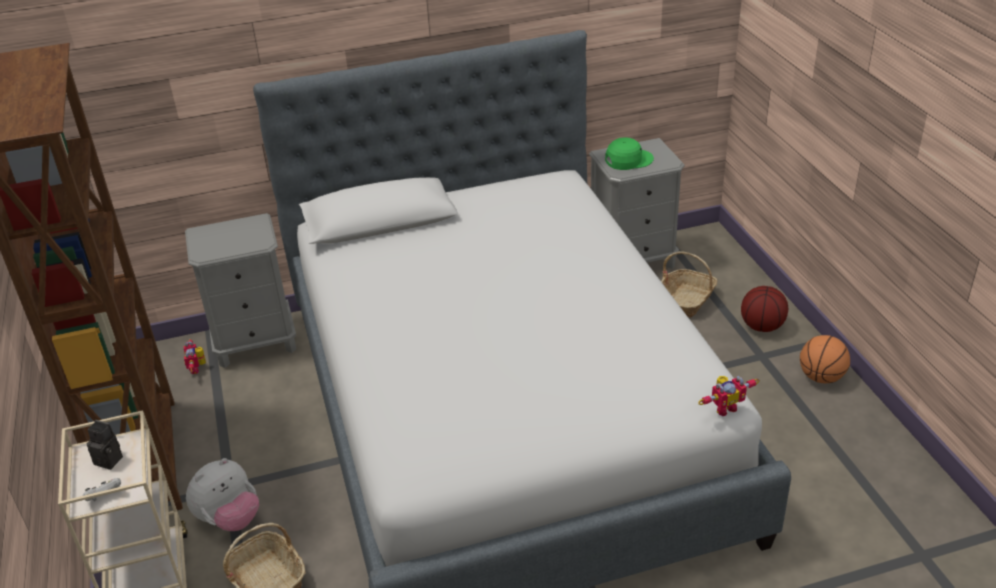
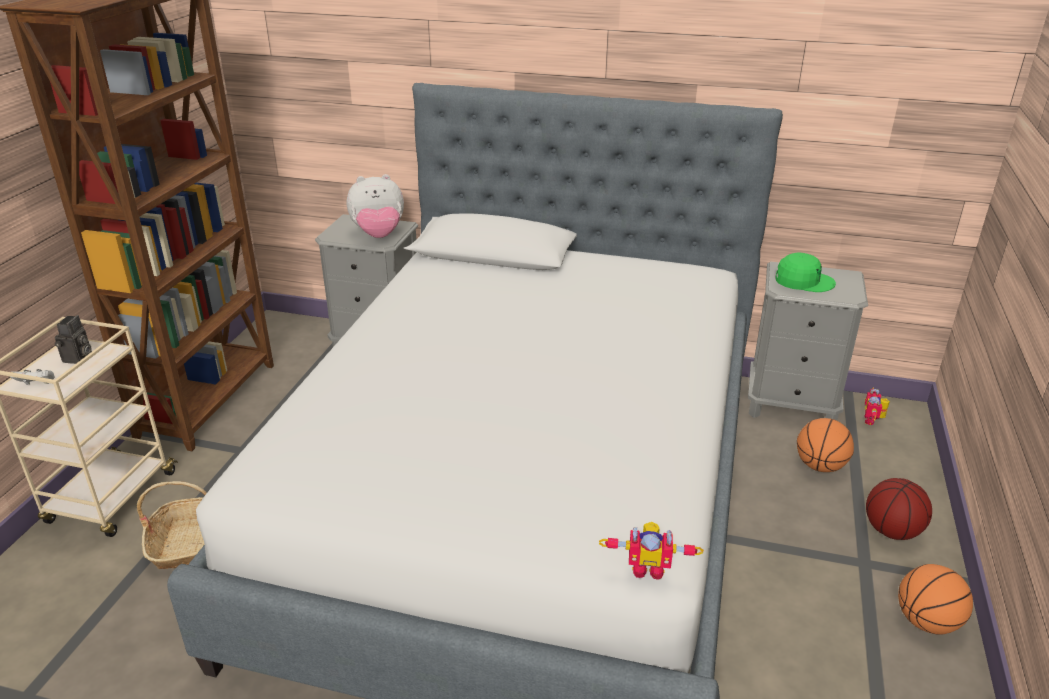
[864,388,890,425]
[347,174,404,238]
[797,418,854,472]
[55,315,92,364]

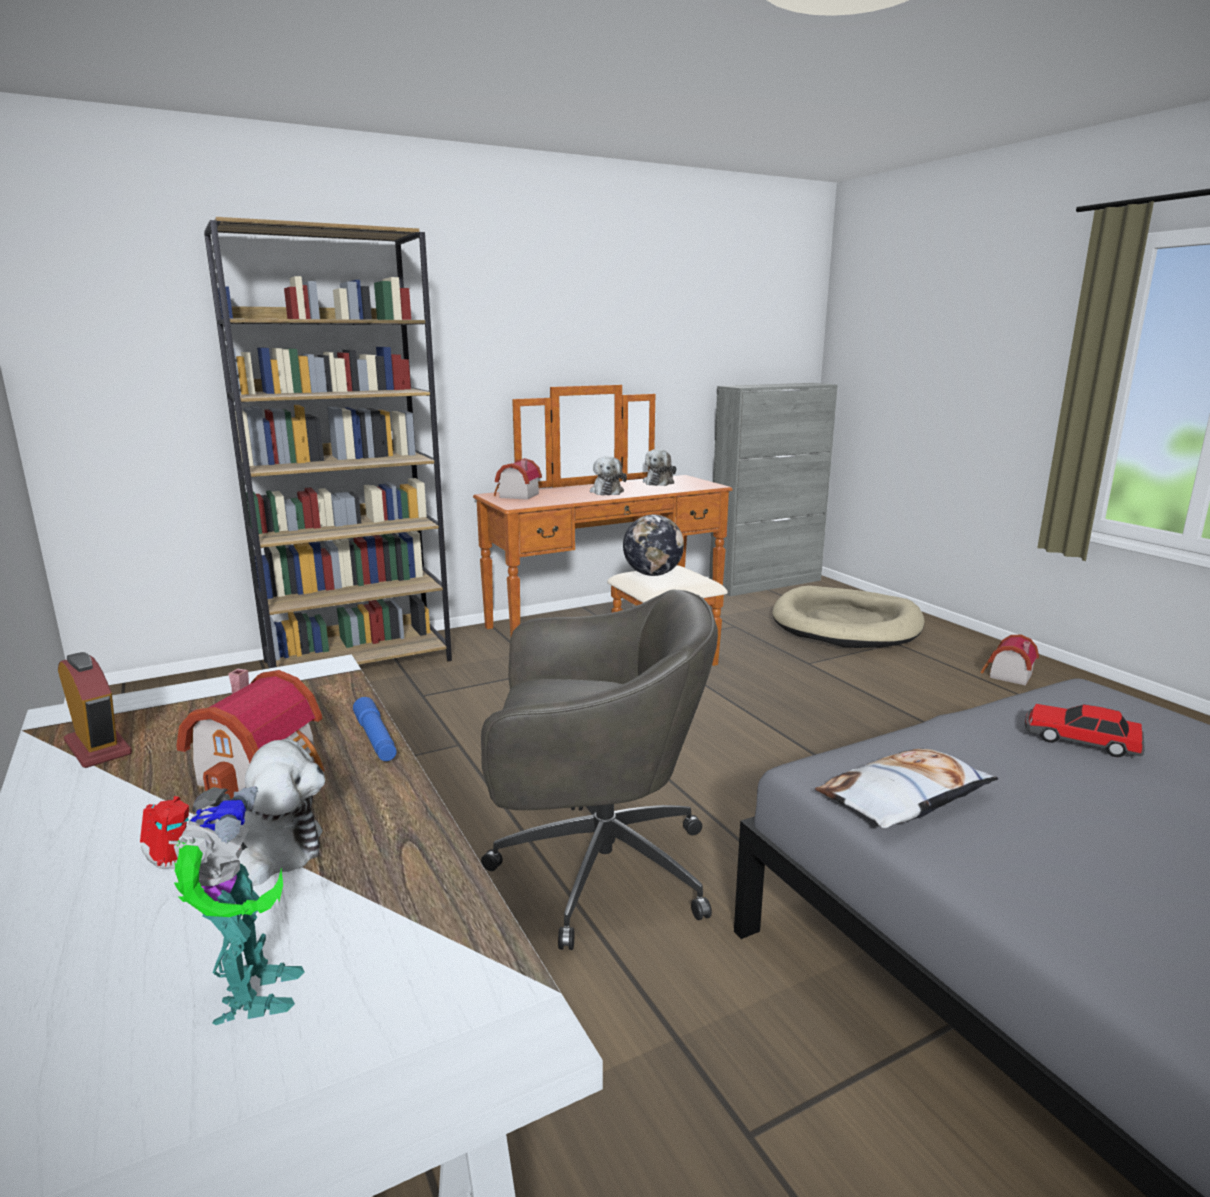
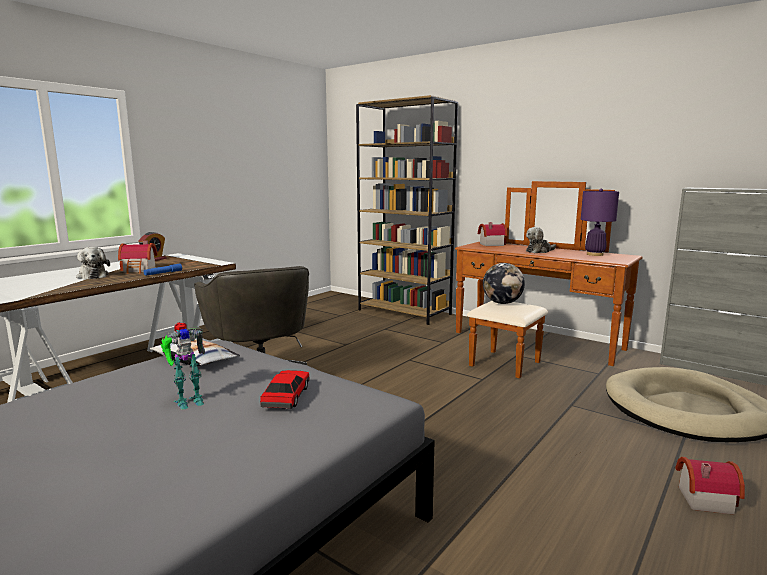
[160,322,205,409]
[581,188,619,256]

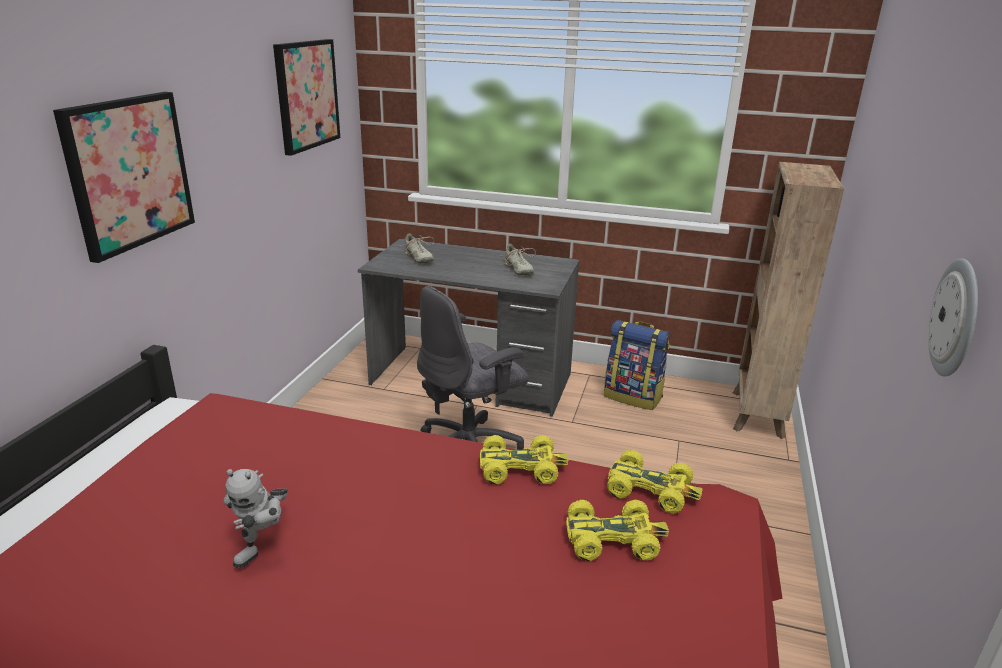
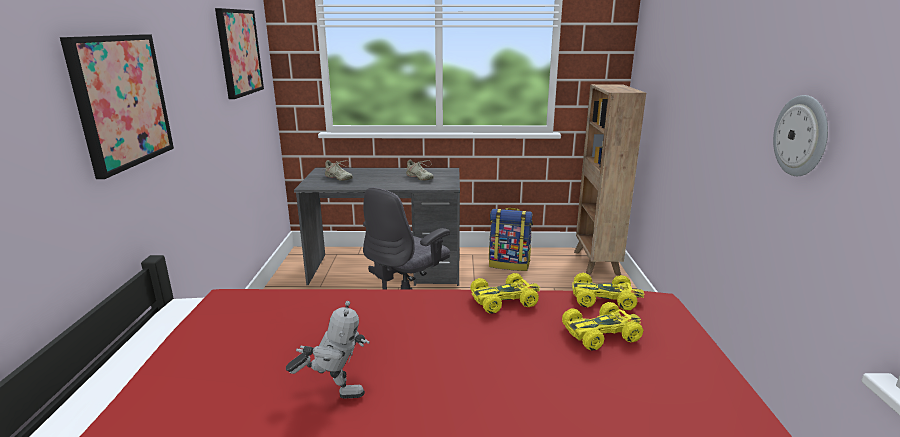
[286,301,370,398]

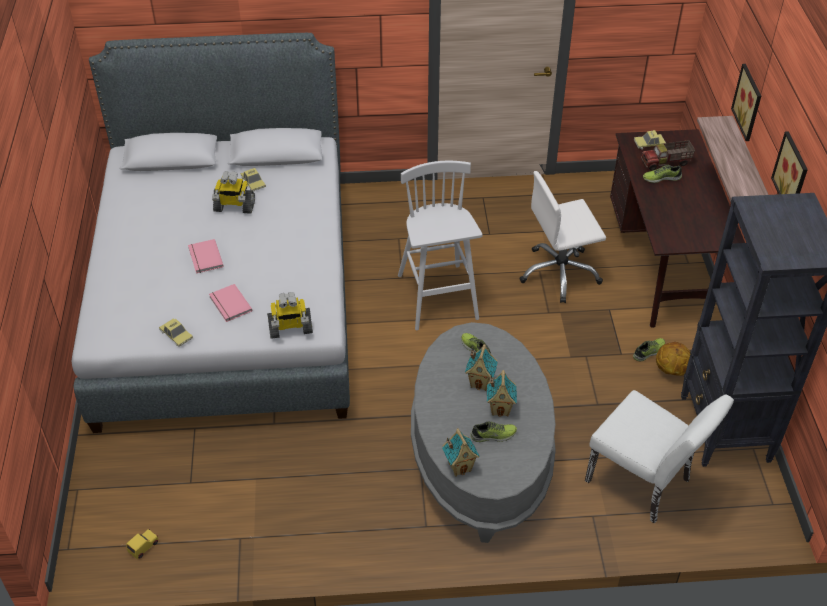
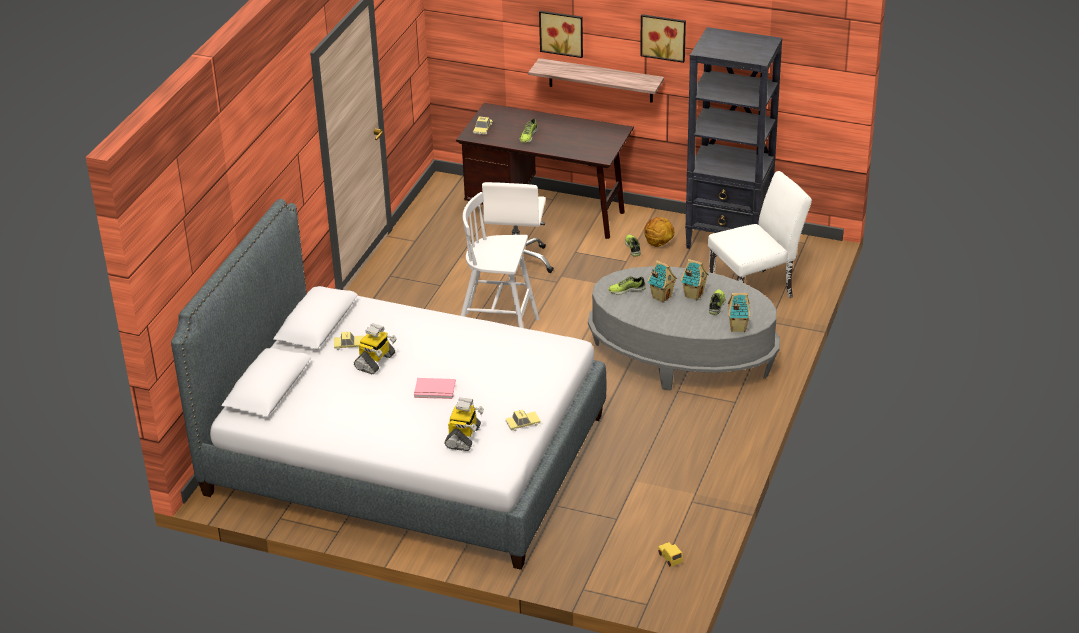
[209,284,252,322] (first image)
[641,140,695,171] (first image)
[444,397,484,451]

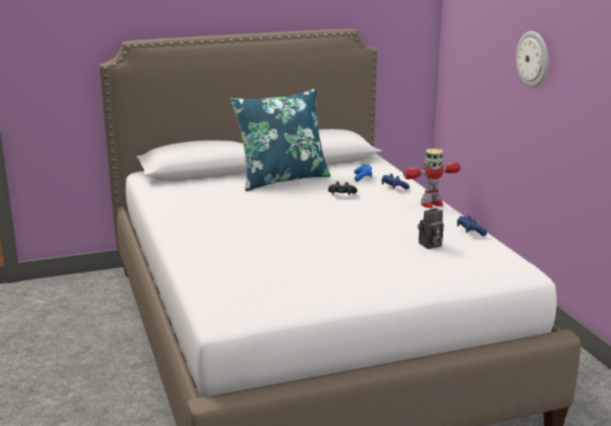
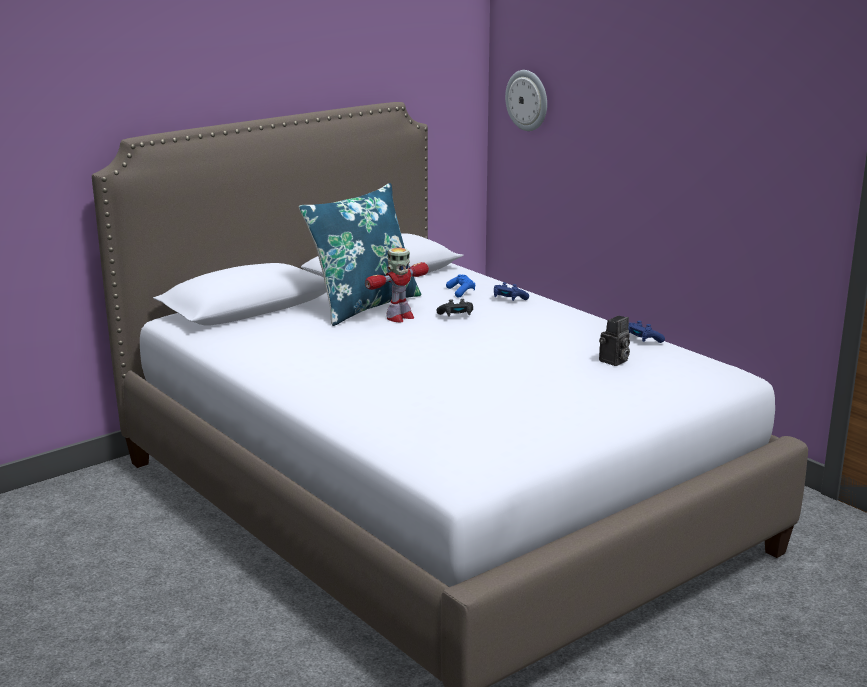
[365,248,429,322]
[505,70,547,131]

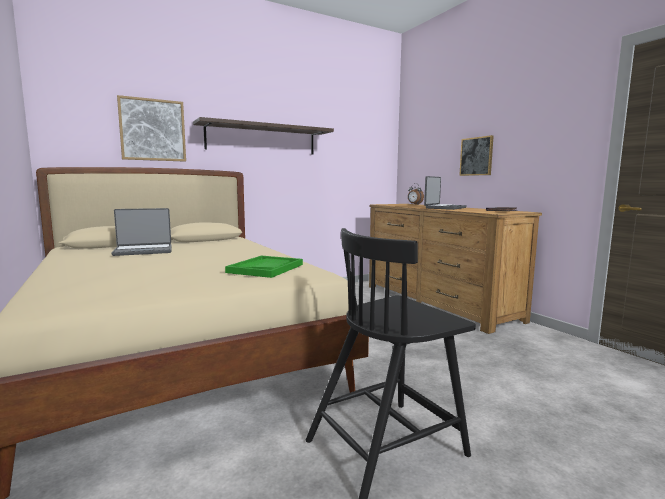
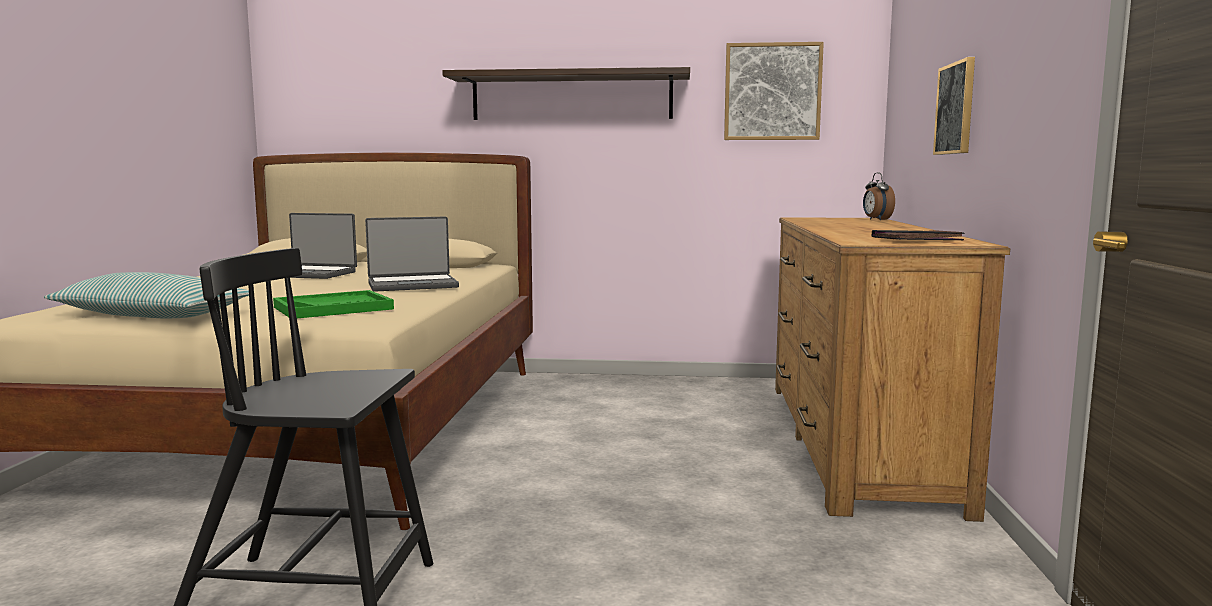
[44,272,249,318]
[724,42,824,140]
[365,217,459,292]

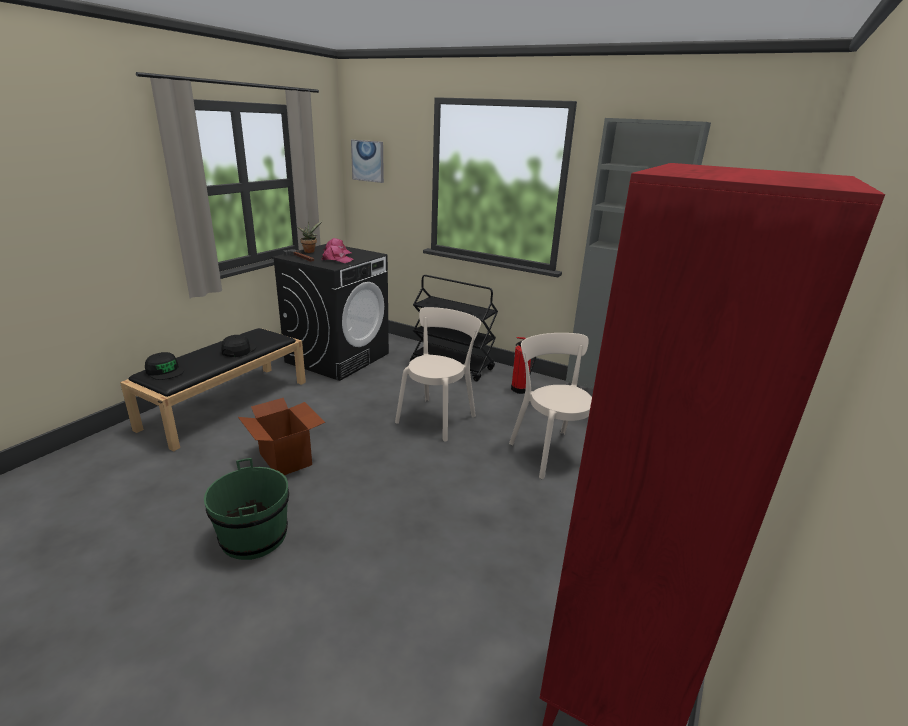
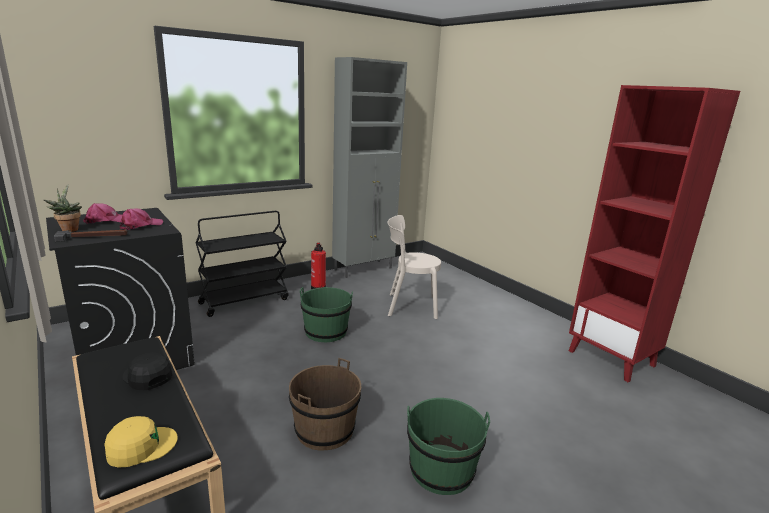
[351,140,384,183] (first image)
[289,358,361,451]
[300,287,353,342]
[104,416,178,468]

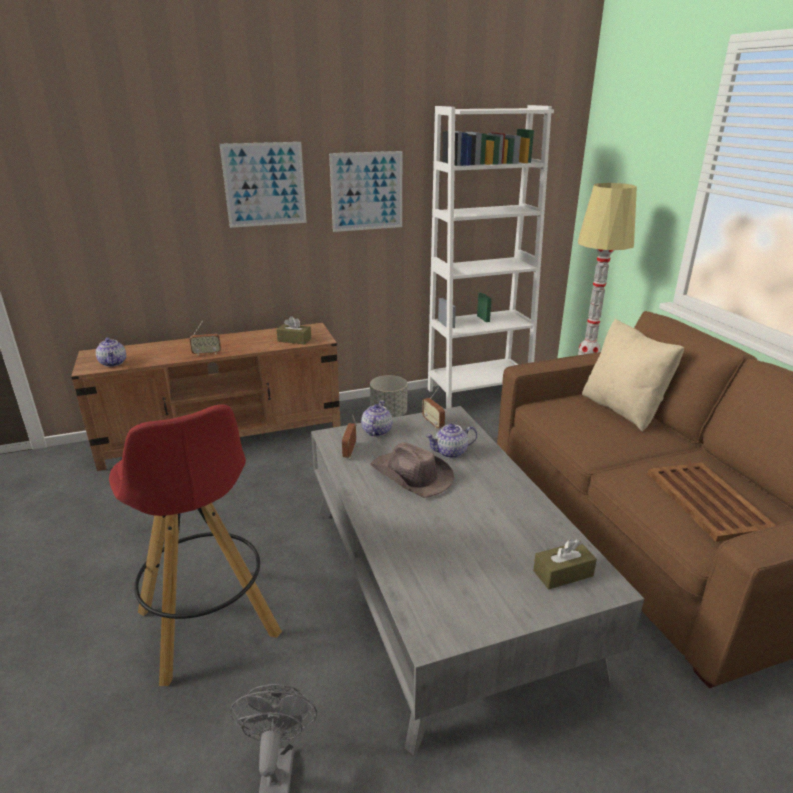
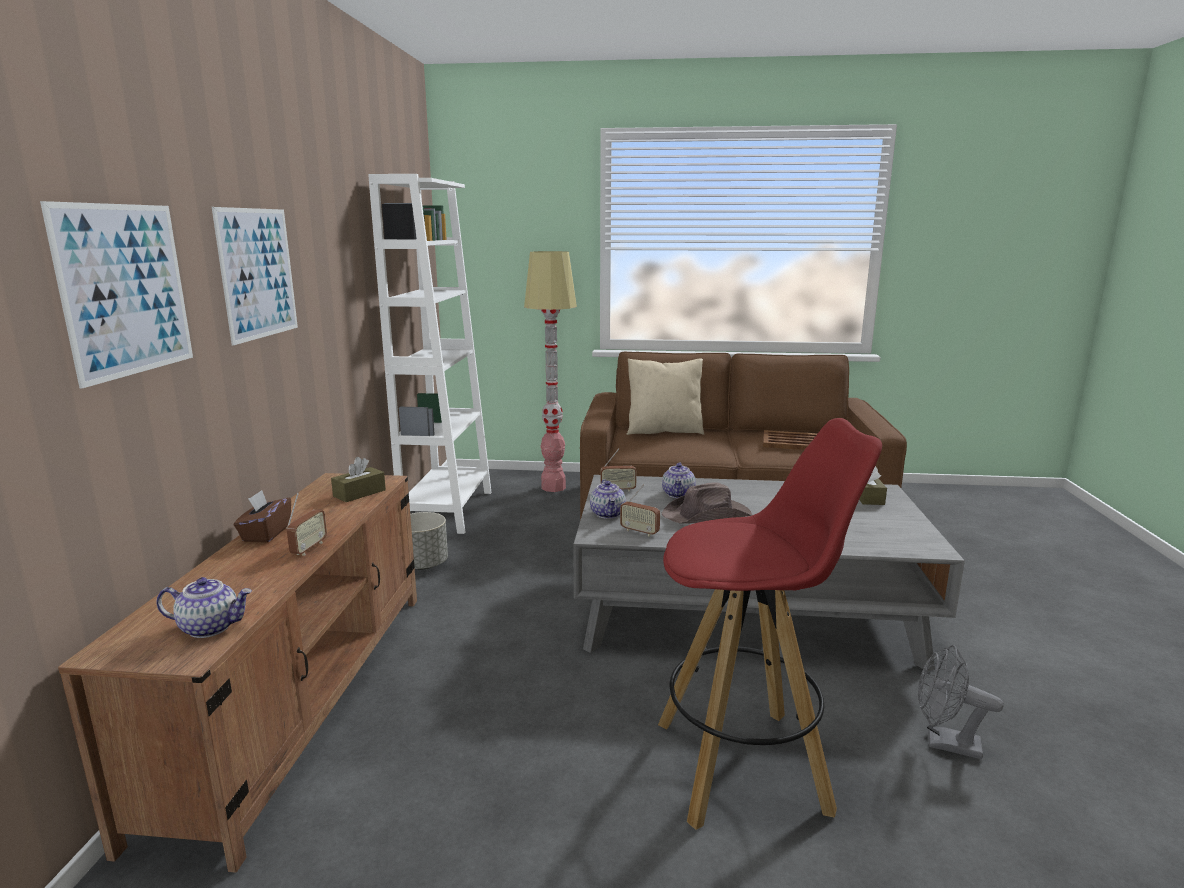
[234,490,291,543]
[40,201,193,389]
[590,479,626,519]

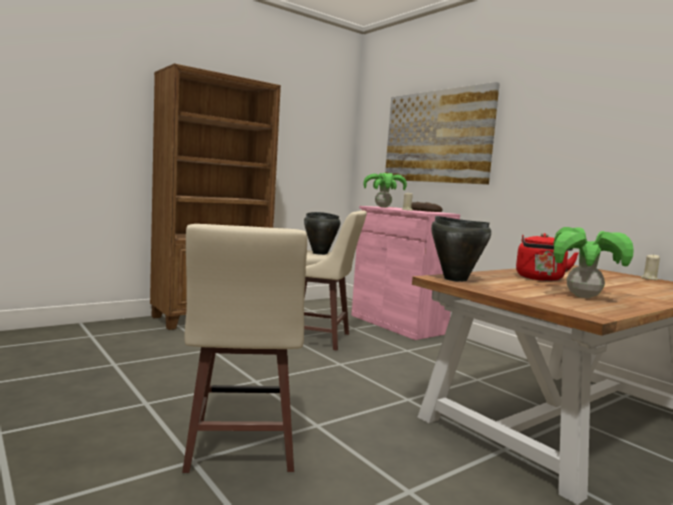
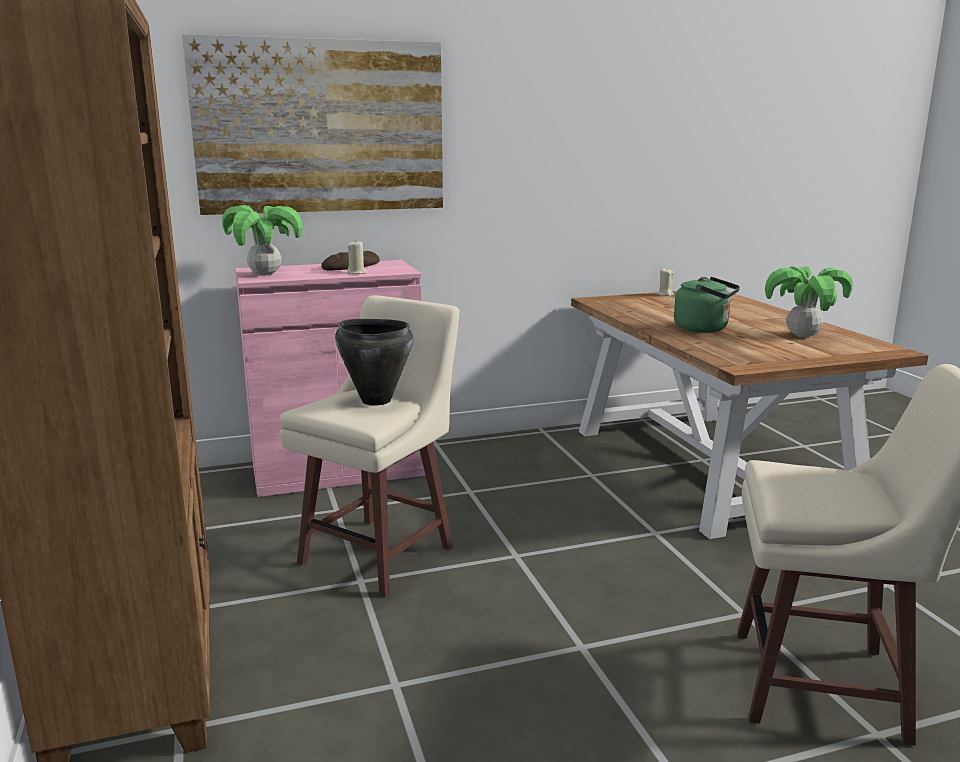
[431,216,491,282] (first image)
[674,277,740,333]

